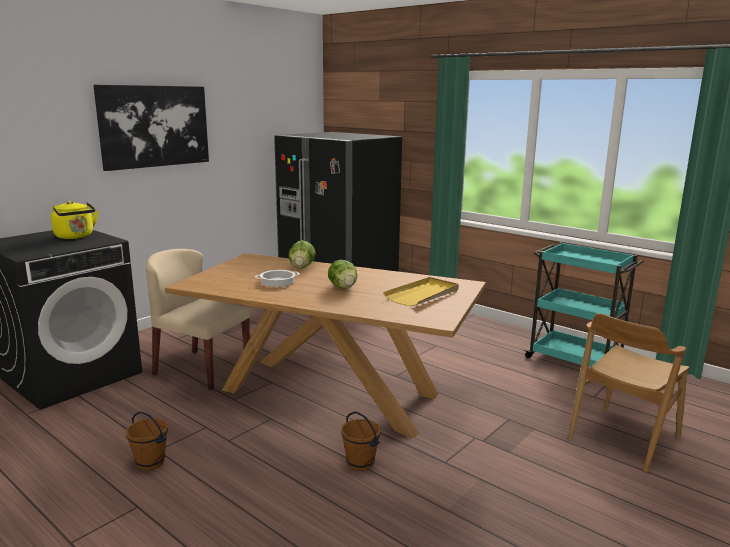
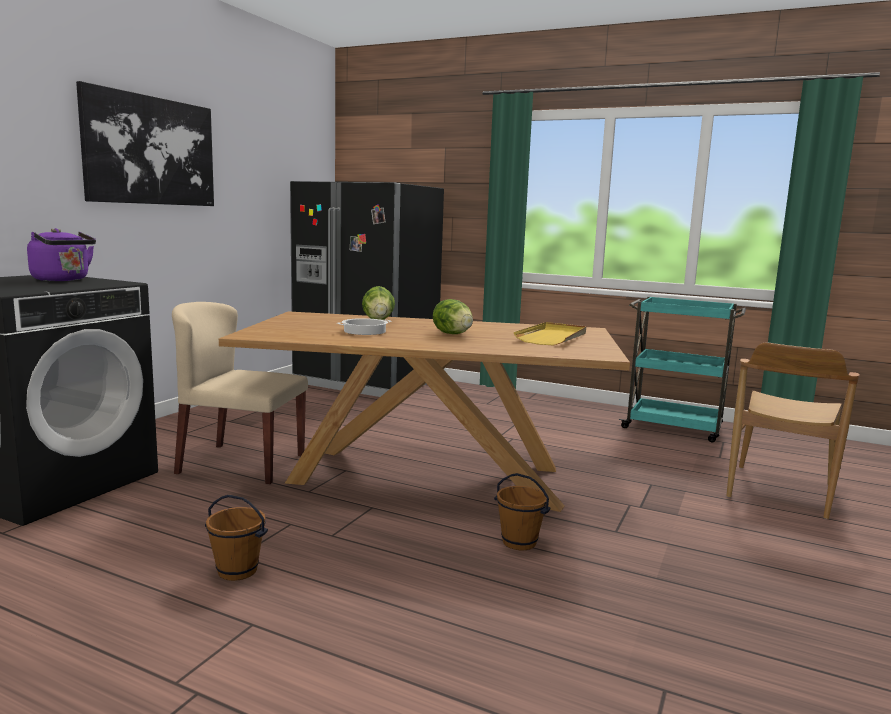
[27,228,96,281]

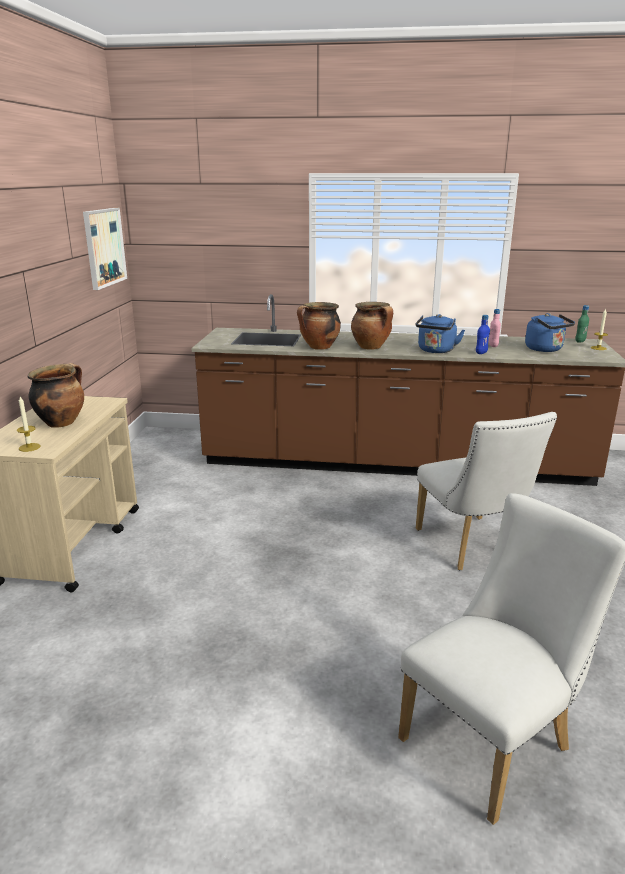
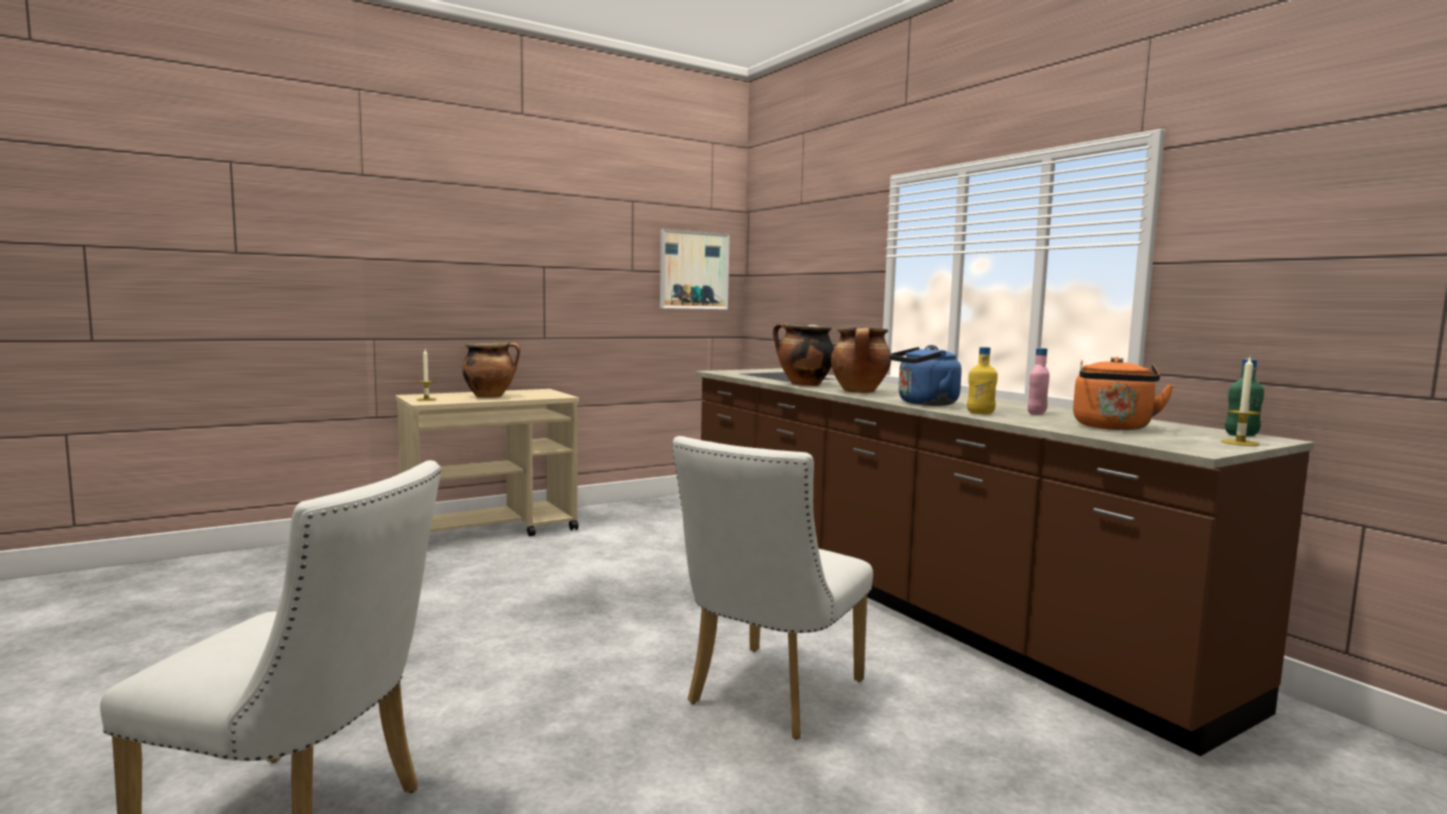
[967,347,998,414]
[1073,357,1174,430]

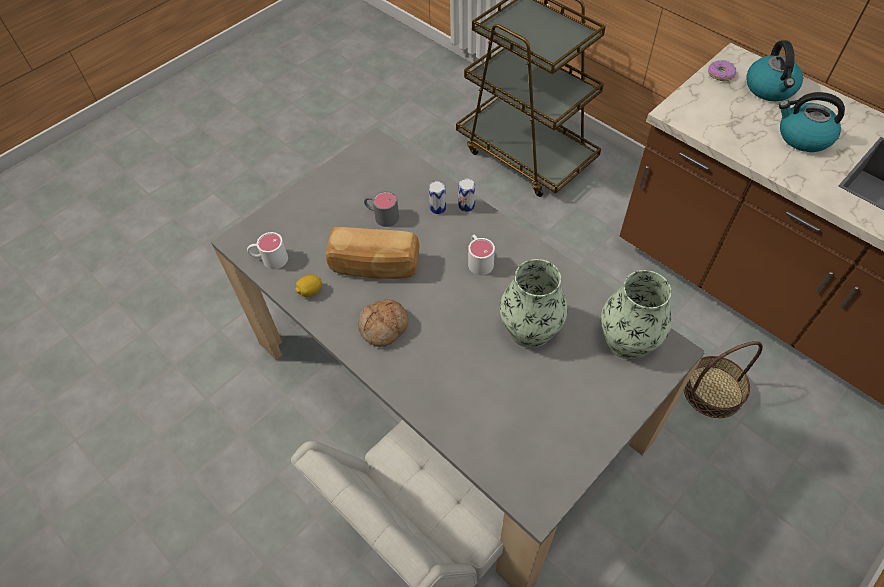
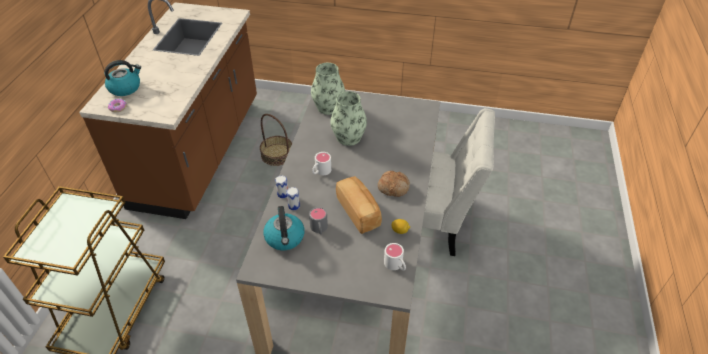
[263,206,304,250]

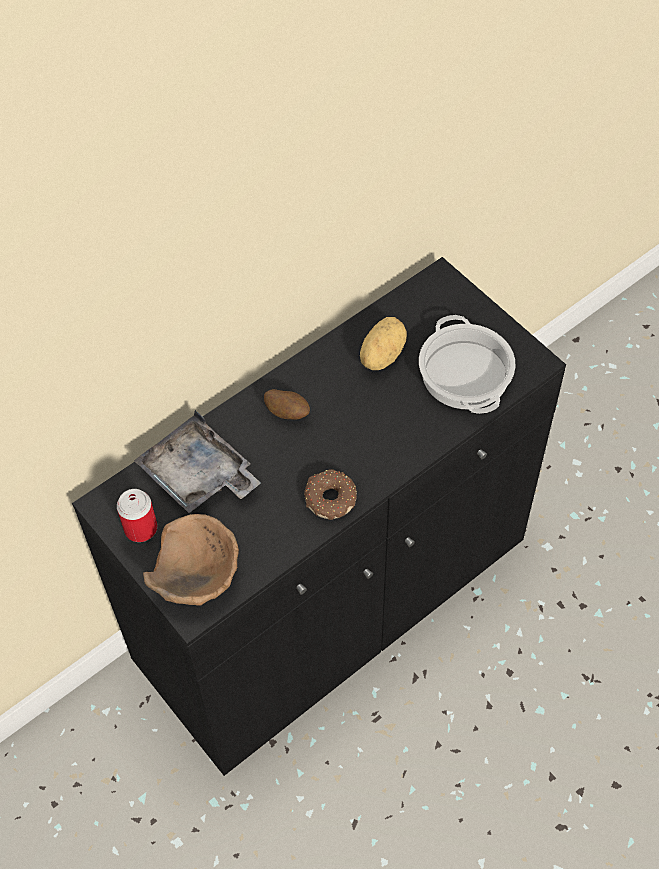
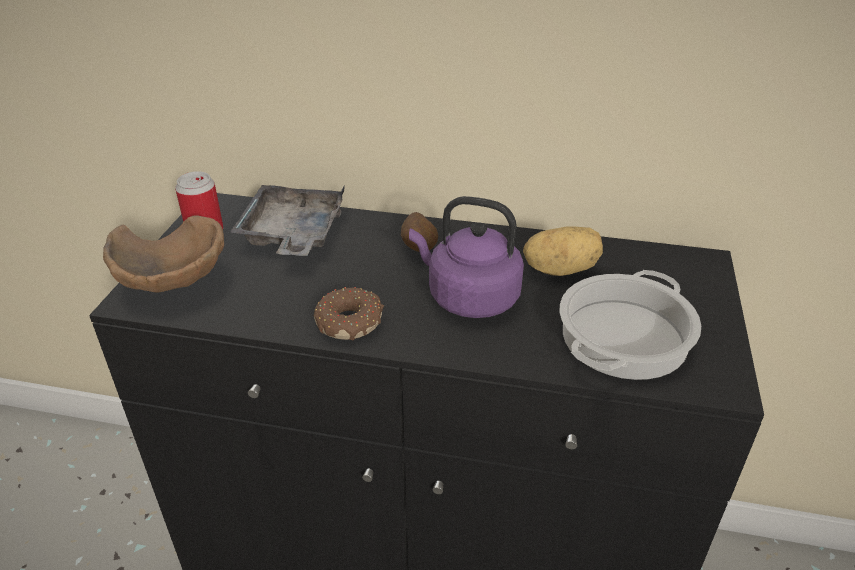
[409,196,524,318]

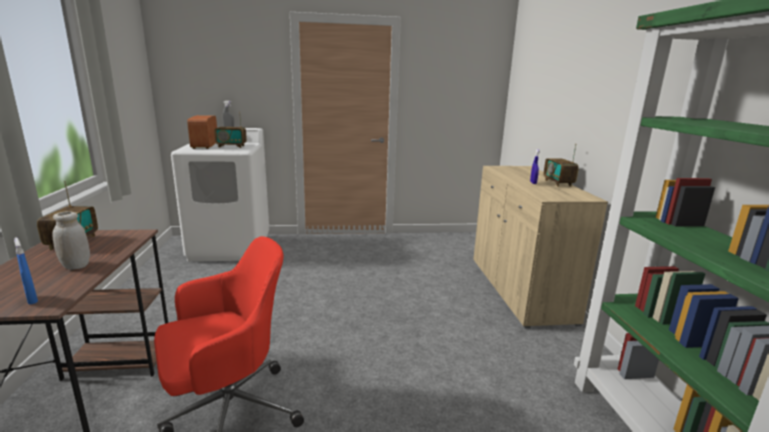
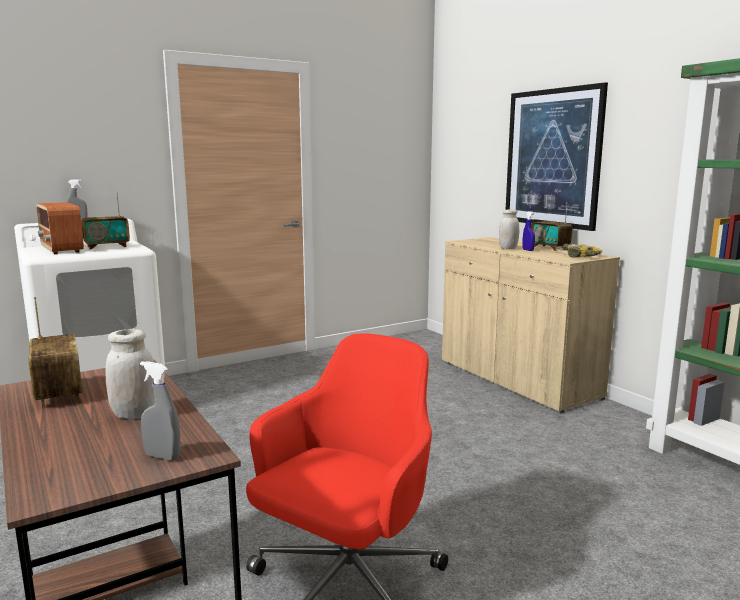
[499,209,519,249]
[506,82,608,231]
[557,244,602,258]
[140,361,180,461]

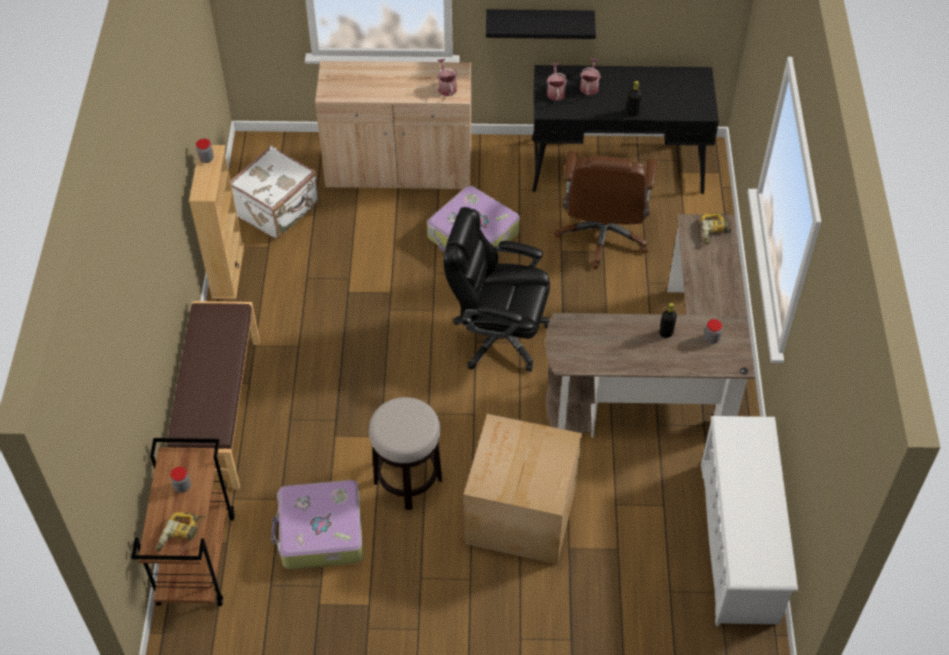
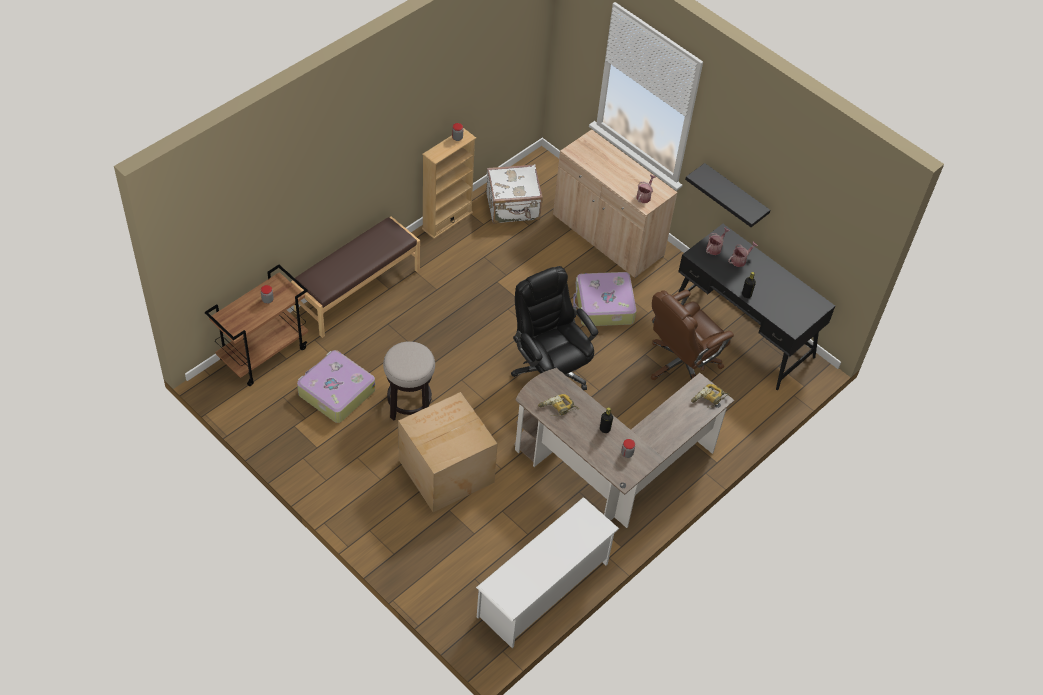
[538,394,579,416]

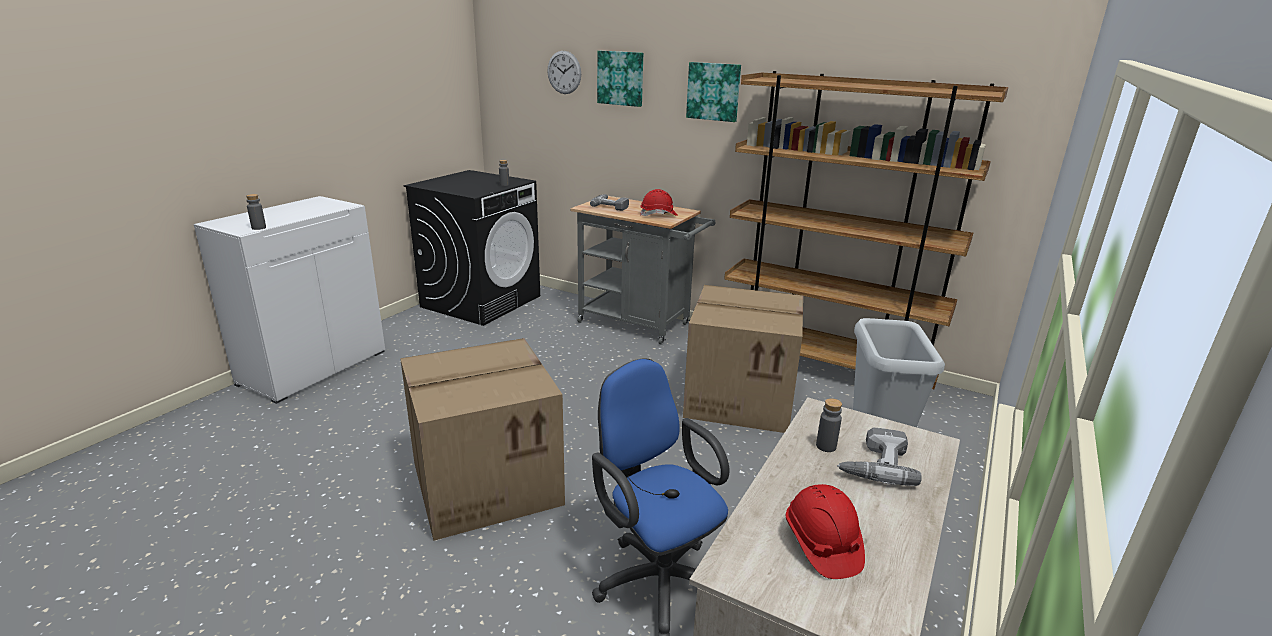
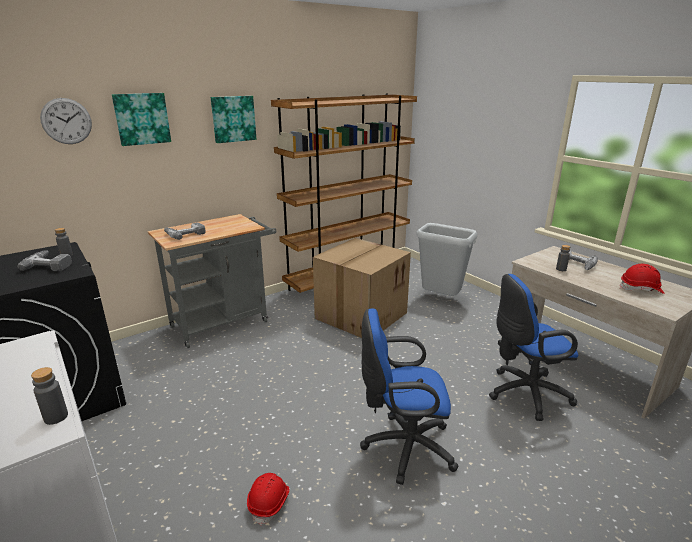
[17,250,72,271]
[247,473,290,526]
[360,308,459,485]

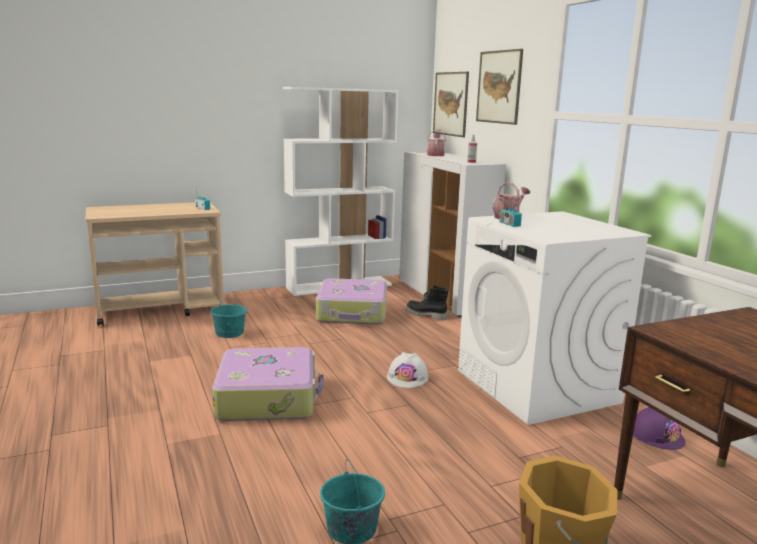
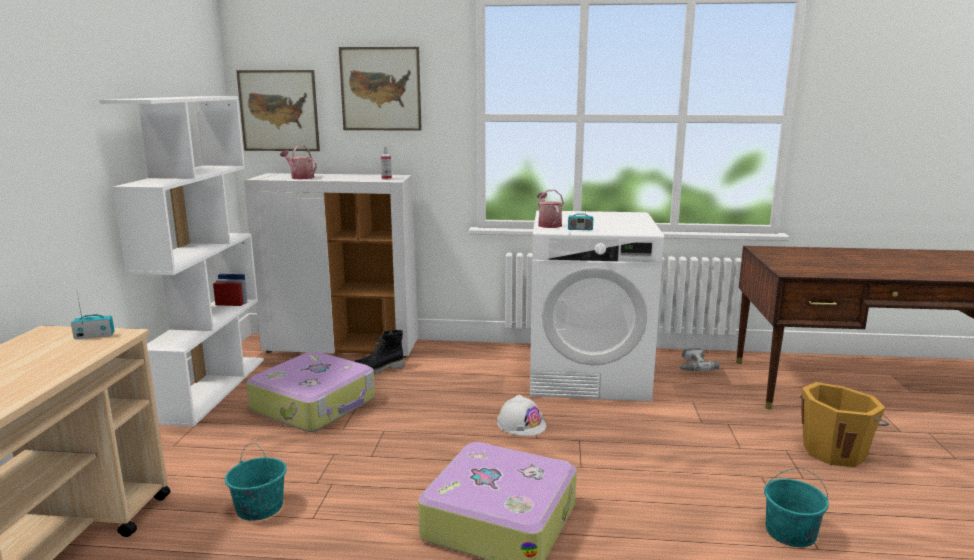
[679,348,720,371]

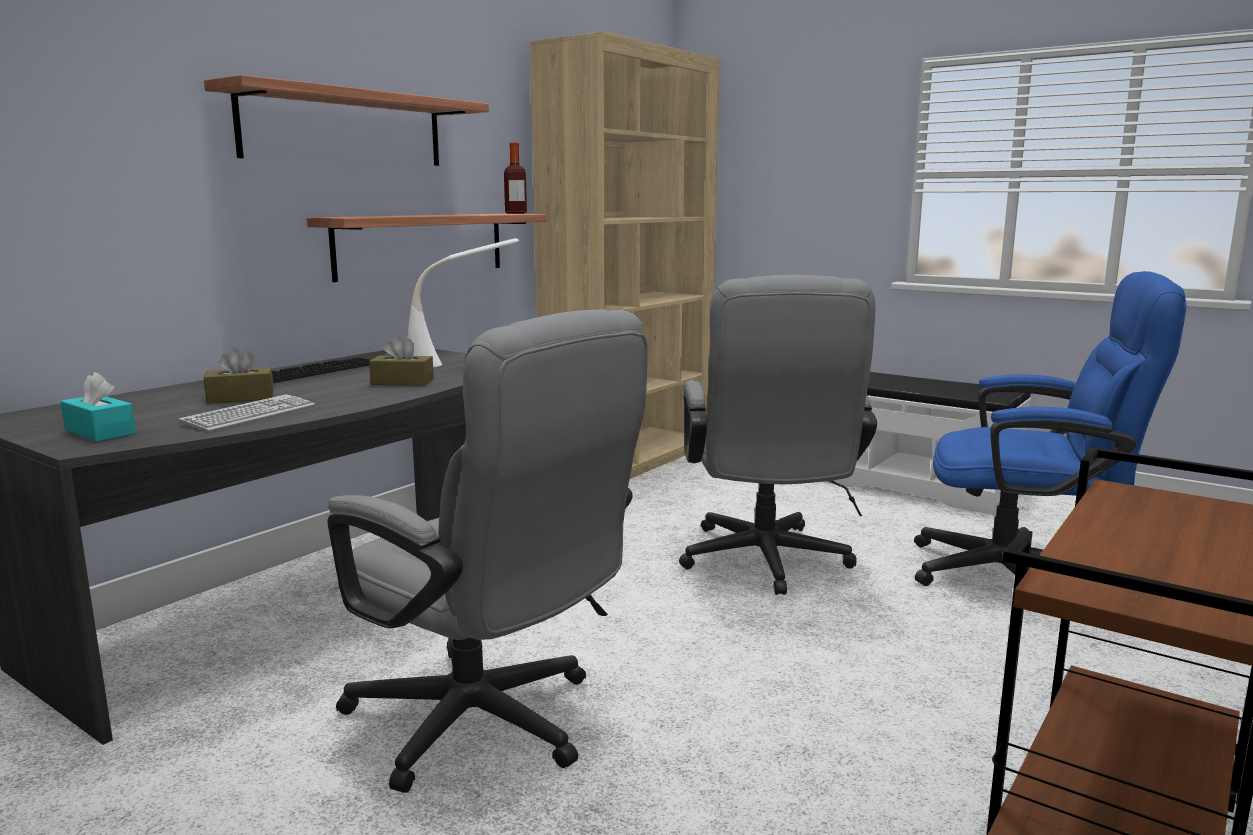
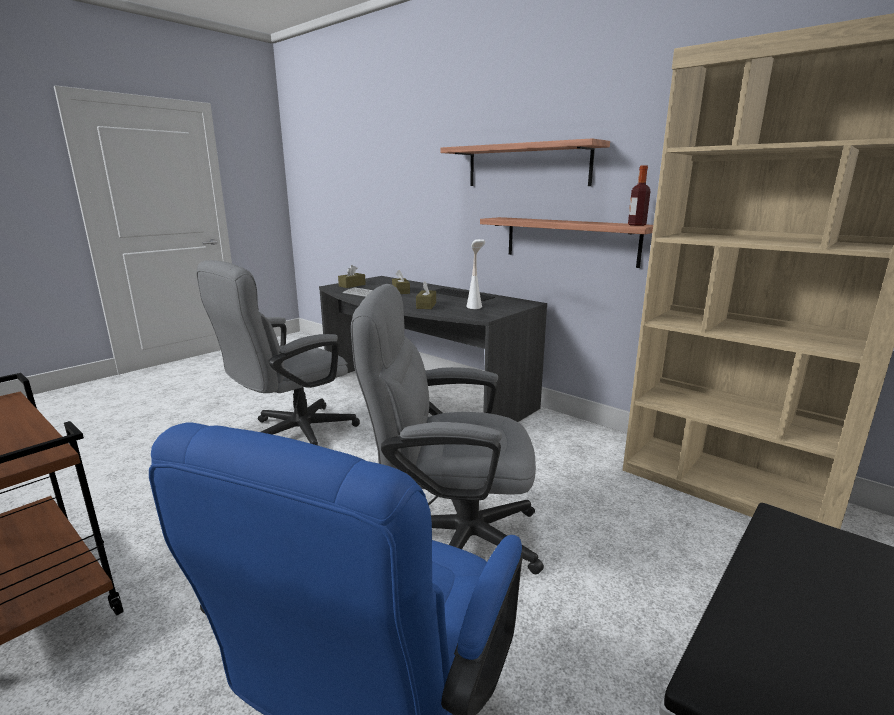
[338,265,366,288]

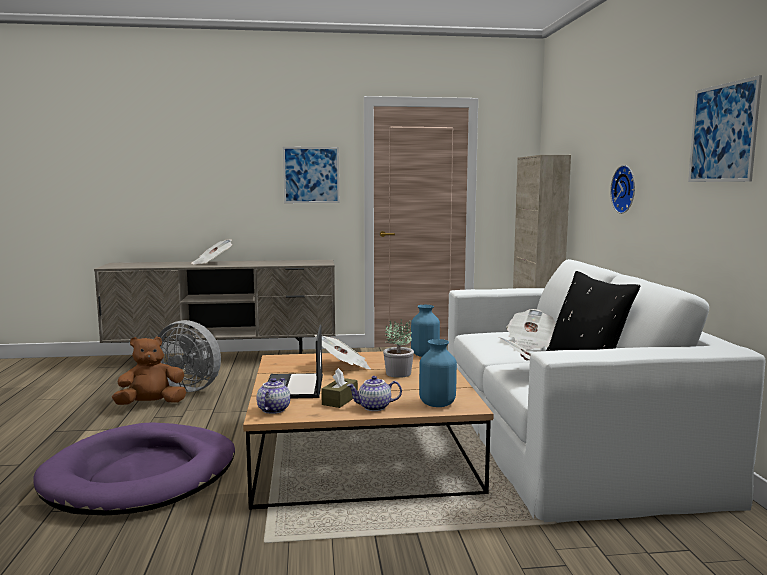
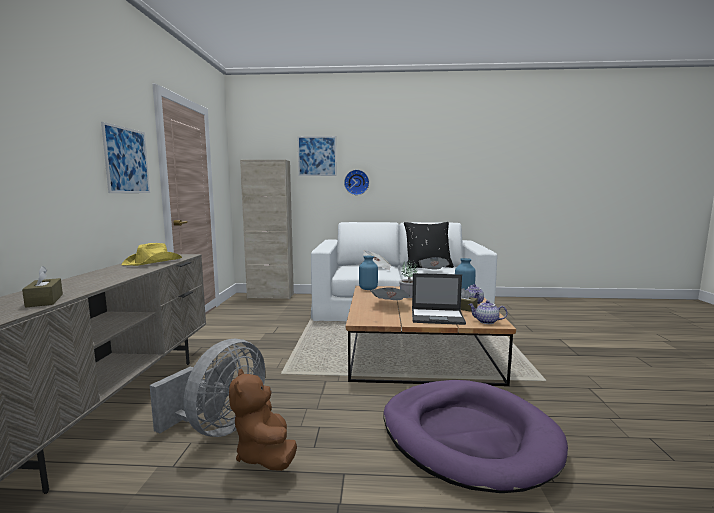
[191,239,232,264] (first image)
[22,266,63,308]
[122,243,182,266]
[298,136,336,176]

